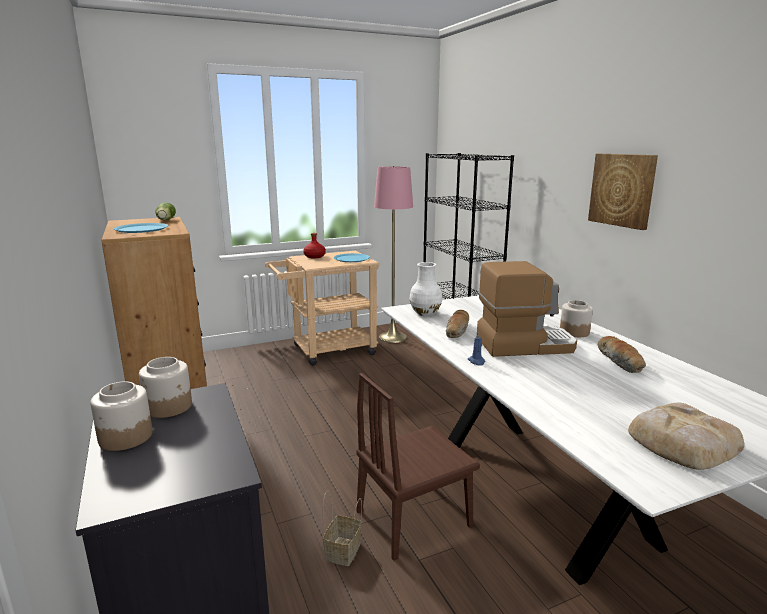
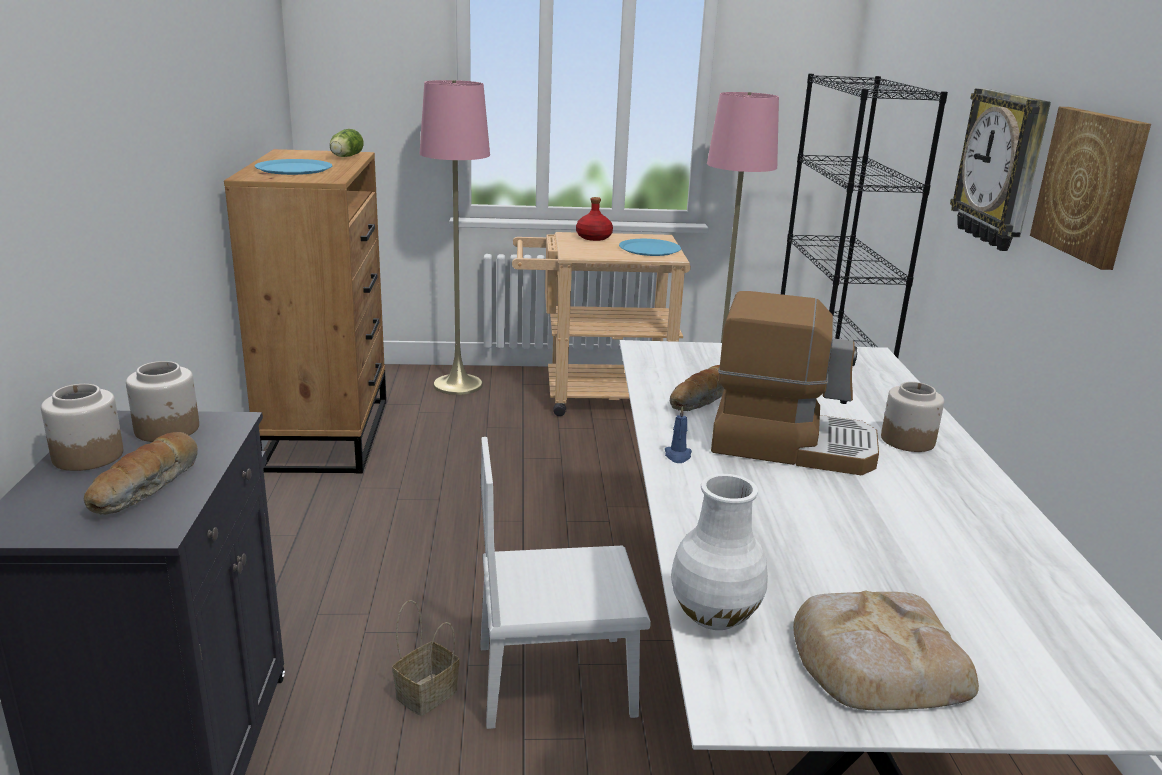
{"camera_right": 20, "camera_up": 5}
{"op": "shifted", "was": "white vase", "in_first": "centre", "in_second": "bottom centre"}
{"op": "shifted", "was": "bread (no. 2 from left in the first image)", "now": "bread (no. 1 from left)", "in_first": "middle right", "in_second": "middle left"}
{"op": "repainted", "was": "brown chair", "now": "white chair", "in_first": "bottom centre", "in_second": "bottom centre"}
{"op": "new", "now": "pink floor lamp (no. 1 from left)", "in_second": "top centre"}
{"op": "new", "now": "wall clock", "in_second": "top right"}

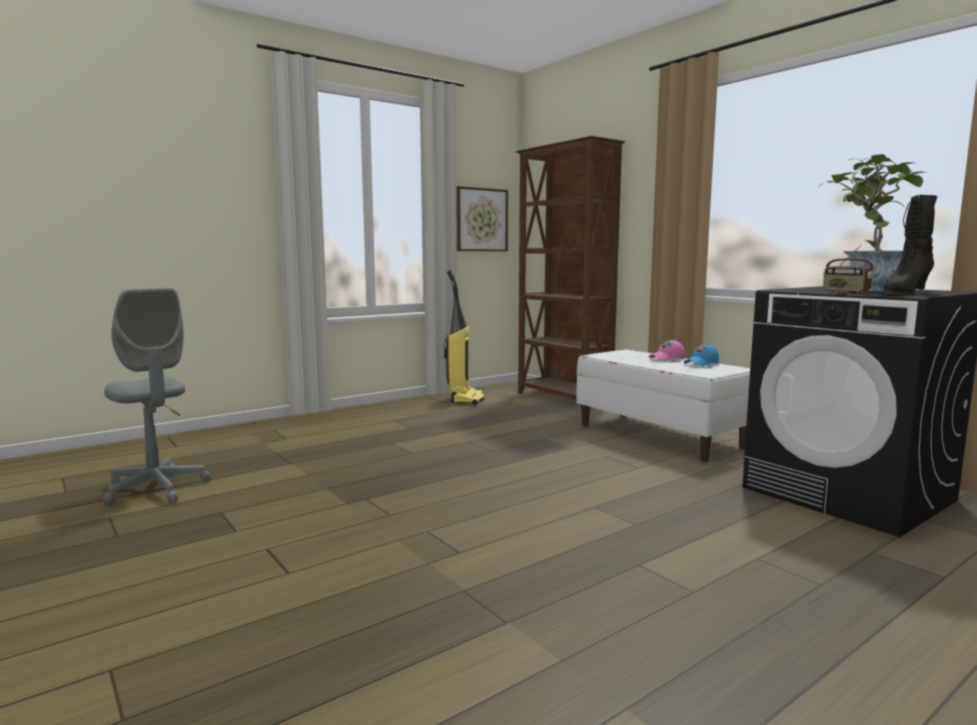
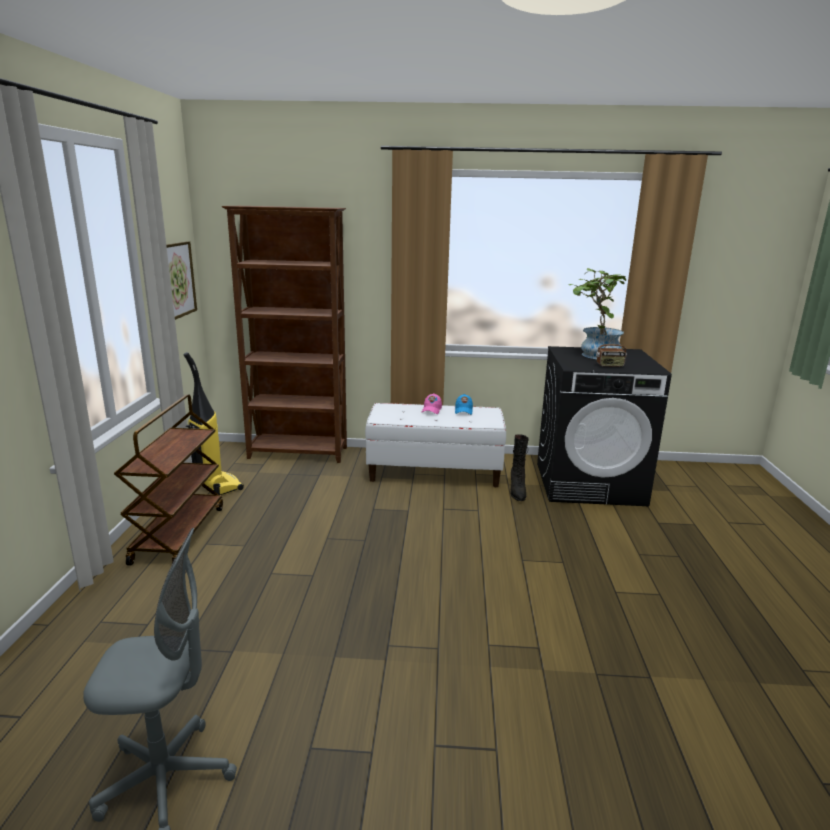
{"camera_right": -50, "camera_up": 10}
{"op": "shifted", "was": "black boot", "in_first": "middle right", "in_second": "centre"}
{"op": "new", "now": "brown cart", "in_second": "middle left"}

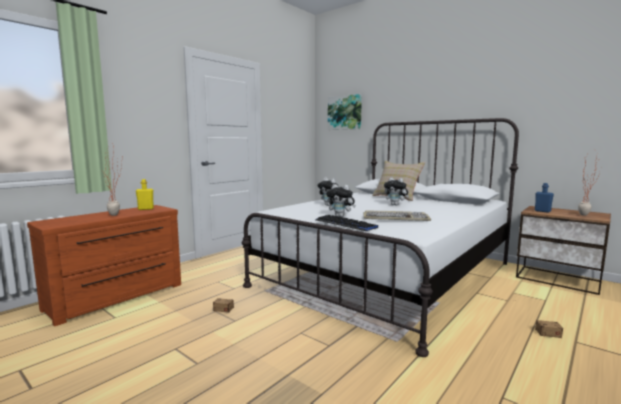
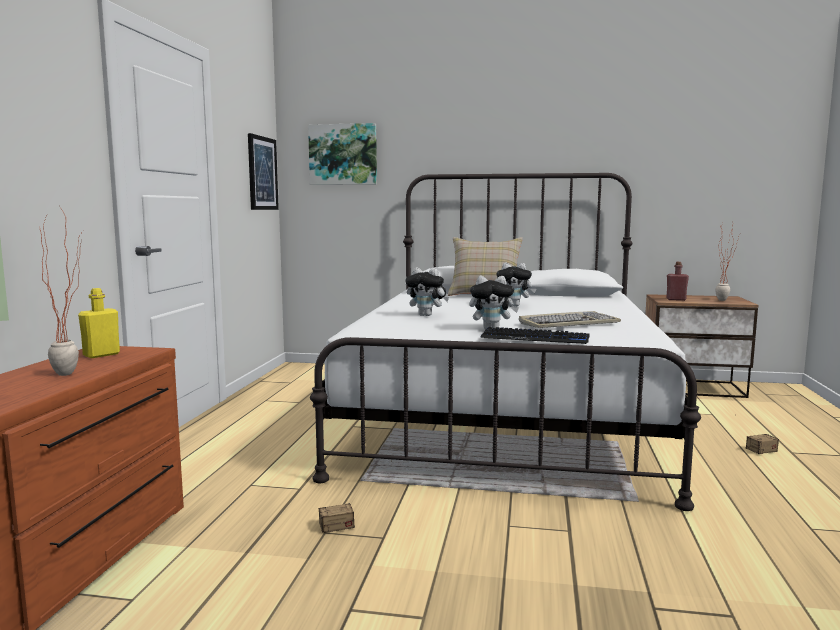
{"camera_right": -30, "camera_up": 0}
{"op": "repainted", "was": "blue bottle", "now": "red bottle", "in_first": "middle right", "in_second": "middle right"}
{"op": "new", "now": "picture (no. 1 from left)", "in_second": "top left"}

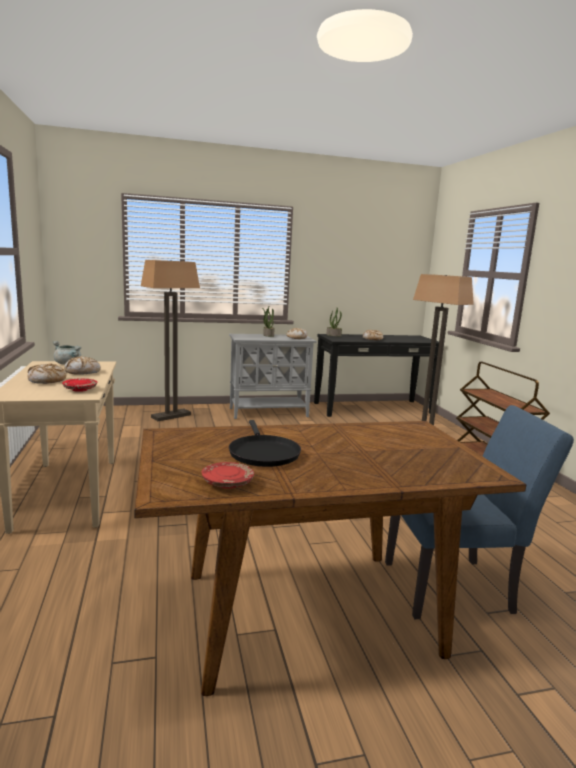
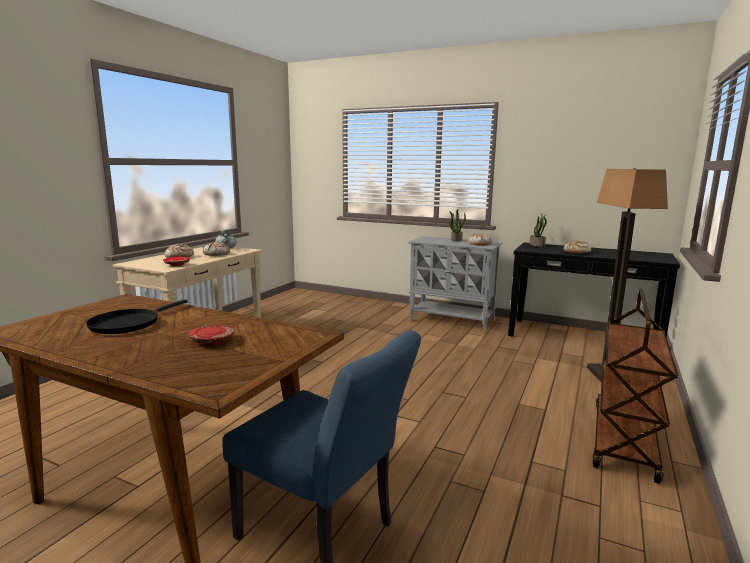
{"camera_right": 40, "camera_up": 0}
{"op": "gone", "was": "floor lamp (no. 1 from left)", "in_first": "middle left"}
{"op": "shifted", "was": "red plate (no. 2 from left)", "in_first": "centre", "in_second": "middle left"}

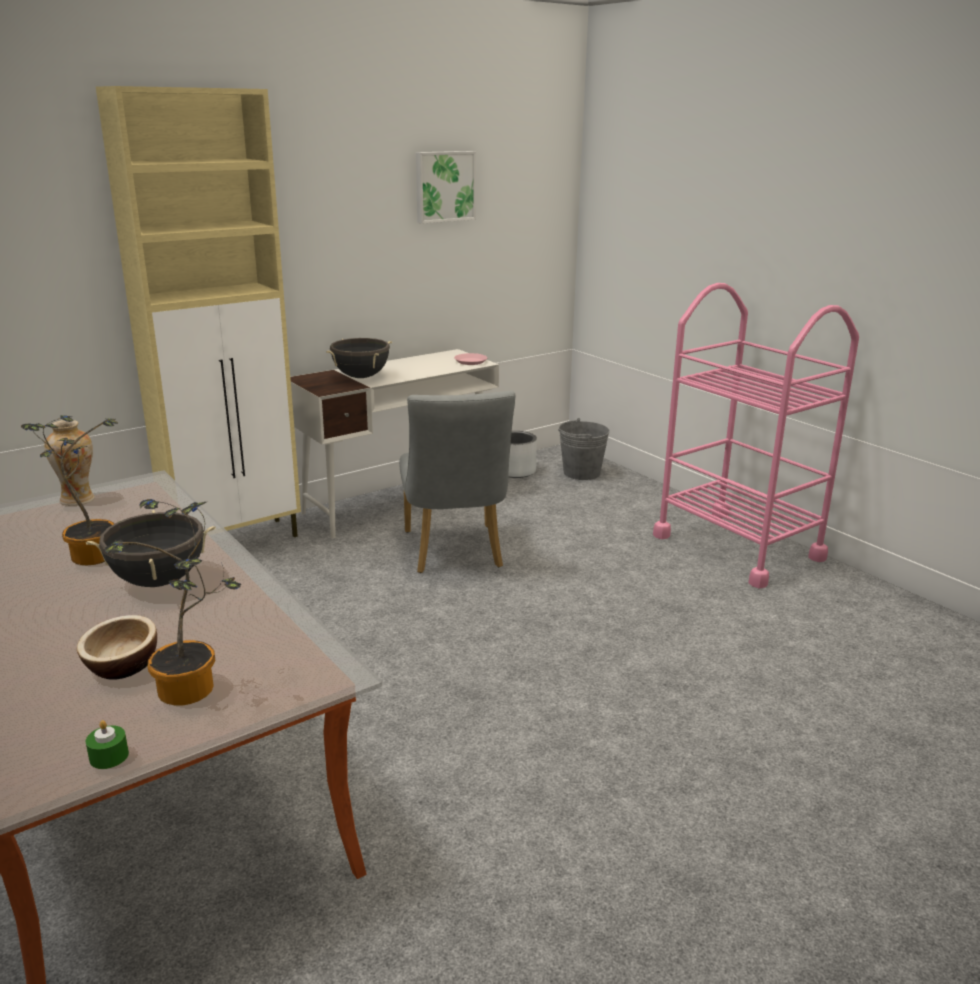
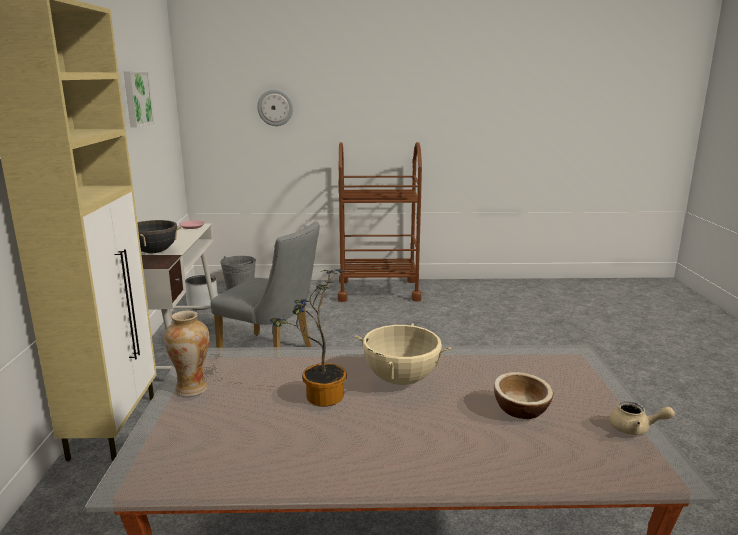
{"camera_right": -55, "camera_up": -5}
{"op": "repainted", "was": "pink cart", "now": "brown cart", "in_first": "middle right", "in_second": "centre"}
{"op": "gone", "was": "potted plant (no. 2 from left)", "in_first": "middle left"}
{"op": "repainted", "was": "black cooking pot (no. 1 from left)", "now": "beige cooking pot", "in_first": "middle left", "in_second": "centre"}
{"op": "swapped", "was": "green candle", "now": "beige teapot", "in_first": "bottom left", "in_second": "bottom right"}
{"op": "new", "now": "wall clock", "in_second": "top centre"}

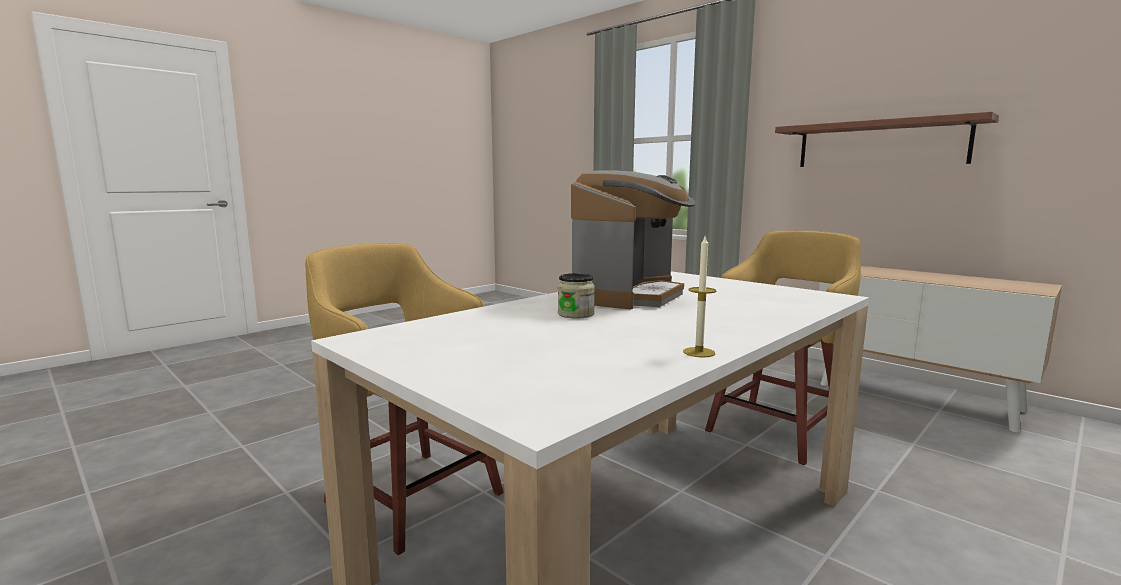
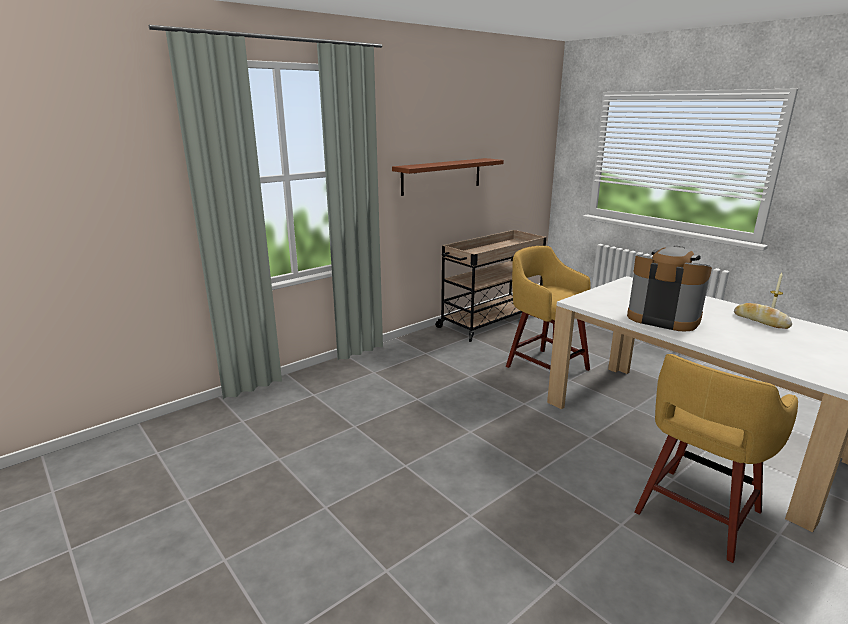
{"camera_right": -85, "camera_up": 10}
{"op": "swapped", "was": "cabinet", "now": "beige cart", "in_first": "middle right", "in_second": "centre"}
{"op": "gone", "was": "jar", "in_first": "centre"}
{"op": "new", "now": "bread", "in_second": "middle right"}

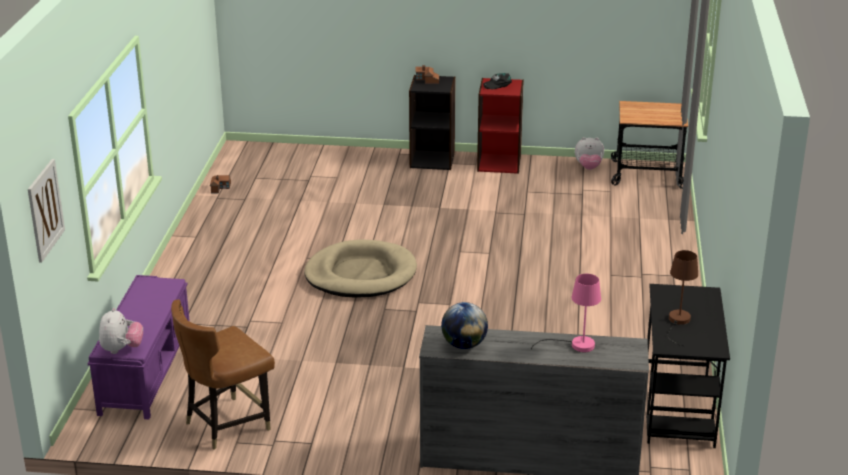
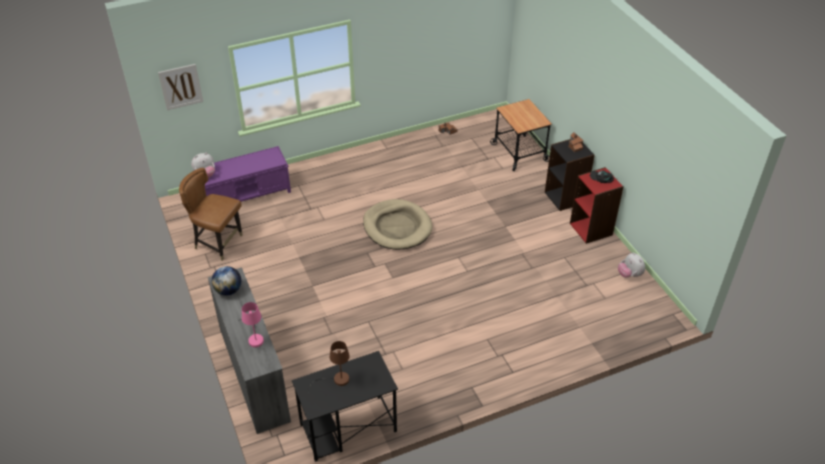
{"camera_right": 60, "camera_up": 15}
{"op": "shifted", "was": "cart", "in_first": "top right", "in_second": "top centre"}

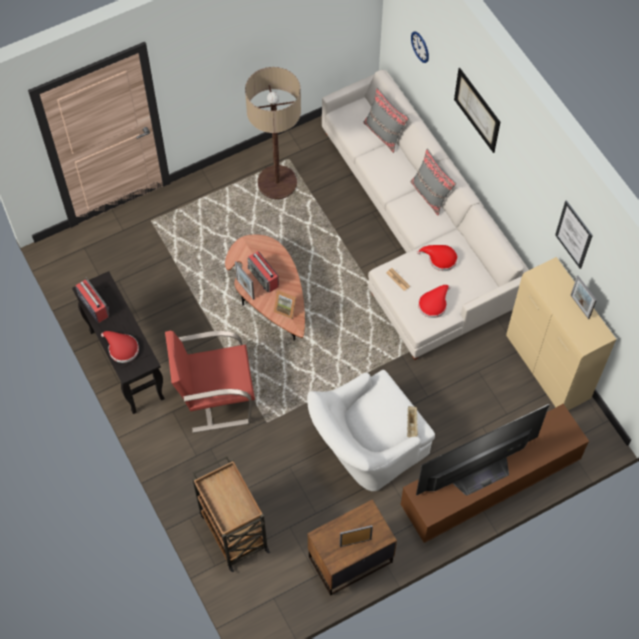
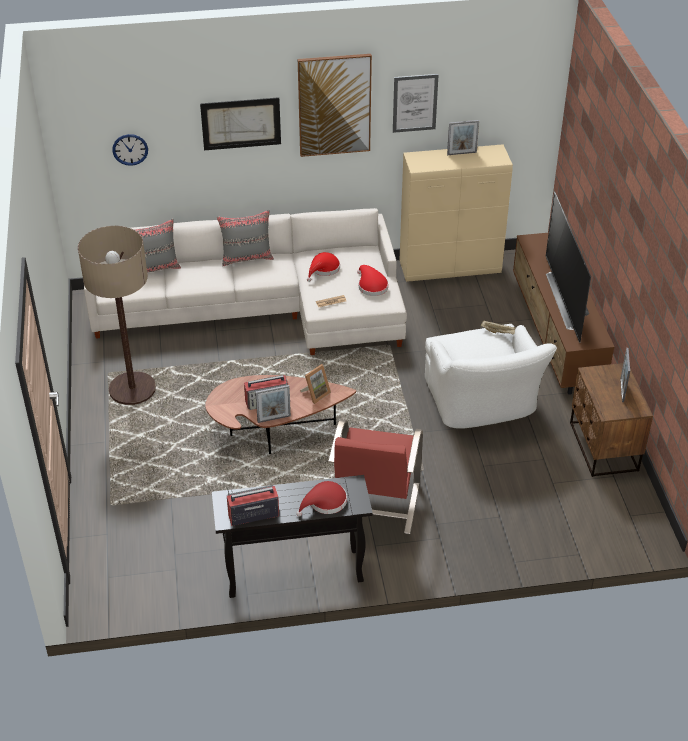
{"camera_right": -70, "camera_up": -20}
{"op": "gone", "was": "brown cart", "in_first": "bottom centre"}
{"op": "new", "now": "picture (no. 2 from left)", "in_second": "top centre"}

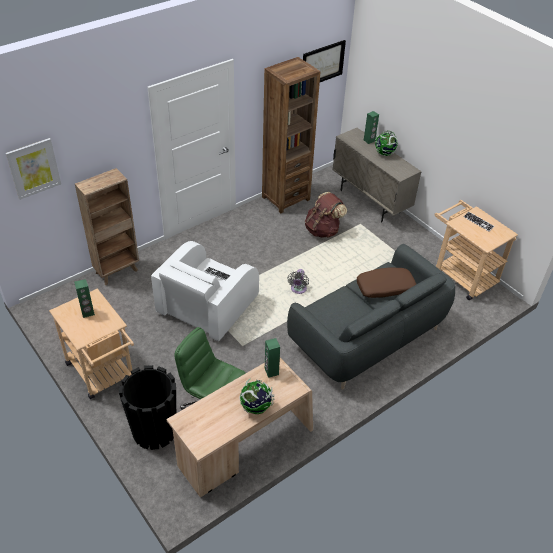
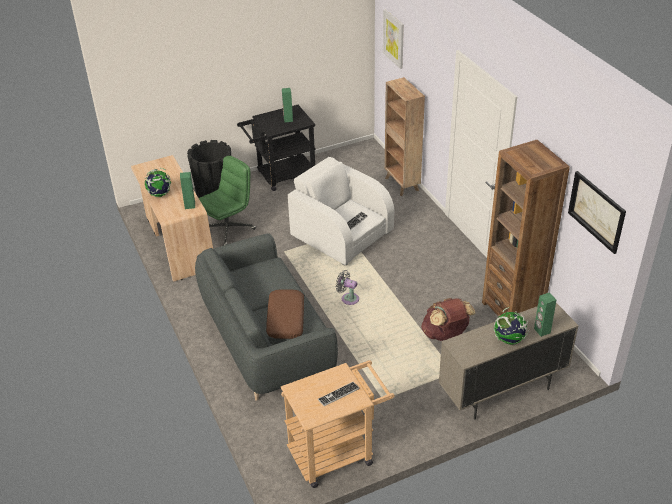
{"camera_right": 105, "camera_up": -5}
{"op": "repainted", "was": "beige cart (no. 1 from left)", "now": "black cart", "in_first": "middle left", "in_second": "top centre"}

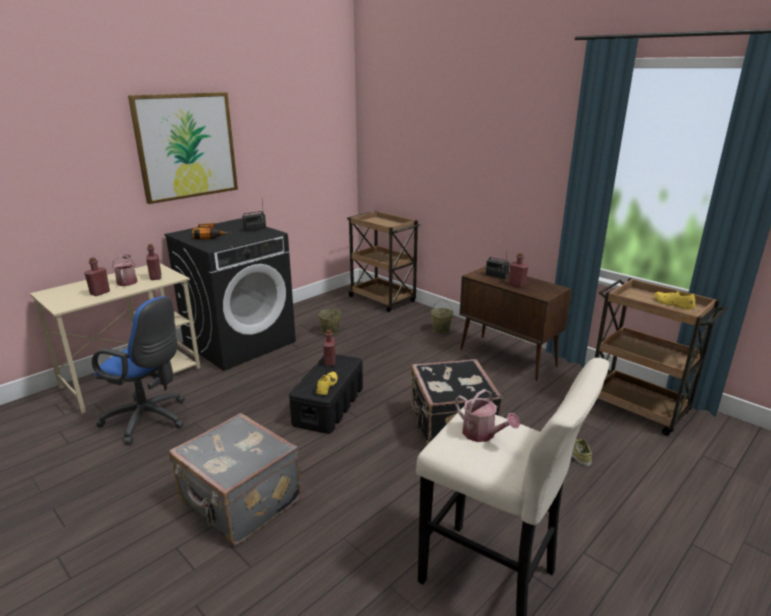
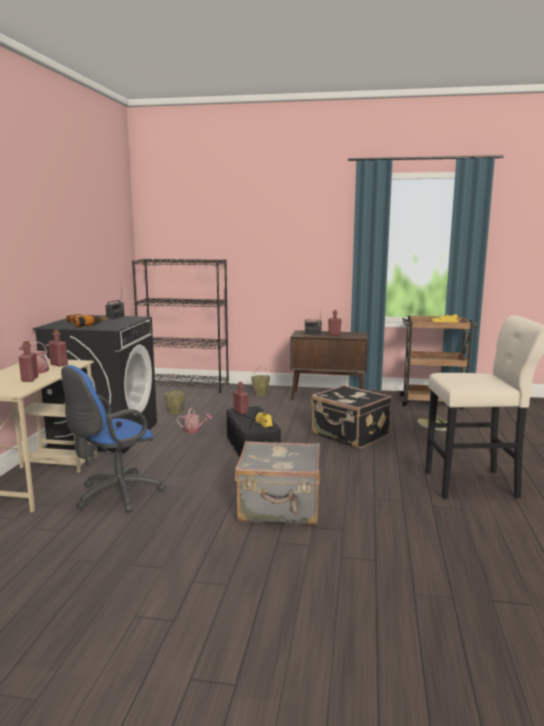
{"camera_right": -35, "camera_up": -10}
{"op": "gone", "was": "picture", "in_first": "top left"}
{"op": "swapped", "was": "brown cart (no. 1 from left)", "now": "black bookcase", "in_first": "centre", "in_second": "middle left"}
{"op": "rotated", "was": "blue office chair", "in_first": "middle left", "in_second": "middle left", "clockwise": 150}
{"op": "shifted", "was": "watering can (no. 2 from left)", "in_first": "bottom centre", "in_second": "centre"}

